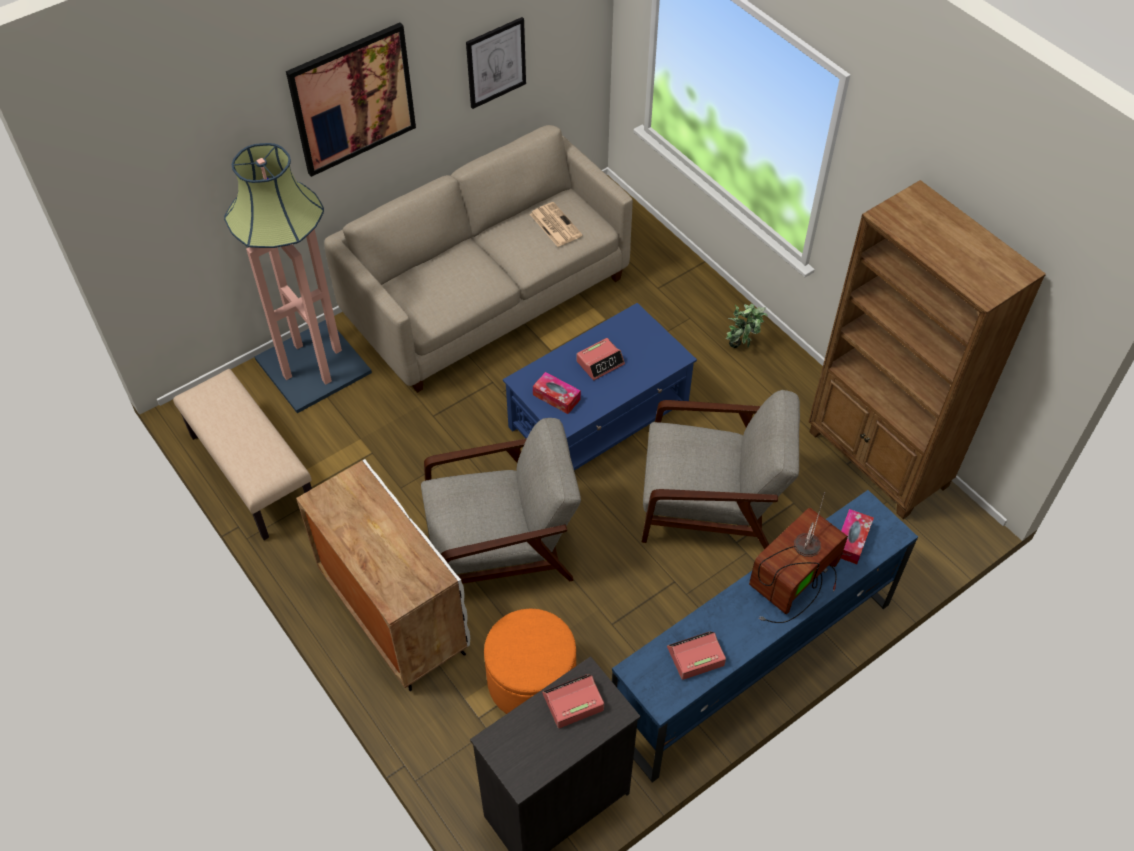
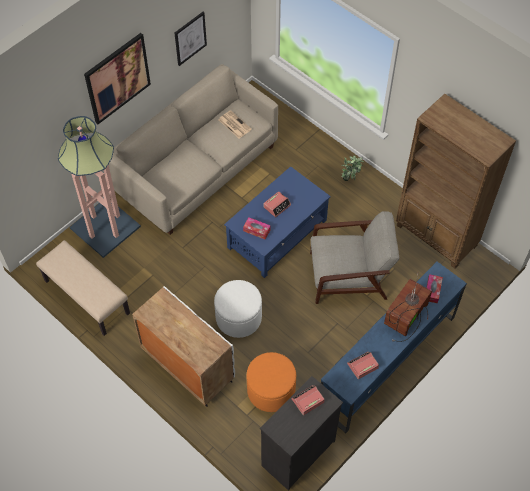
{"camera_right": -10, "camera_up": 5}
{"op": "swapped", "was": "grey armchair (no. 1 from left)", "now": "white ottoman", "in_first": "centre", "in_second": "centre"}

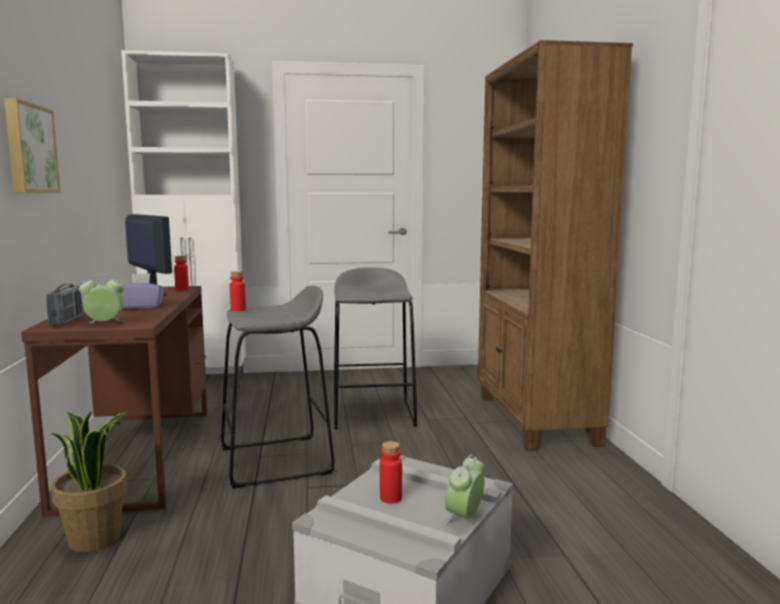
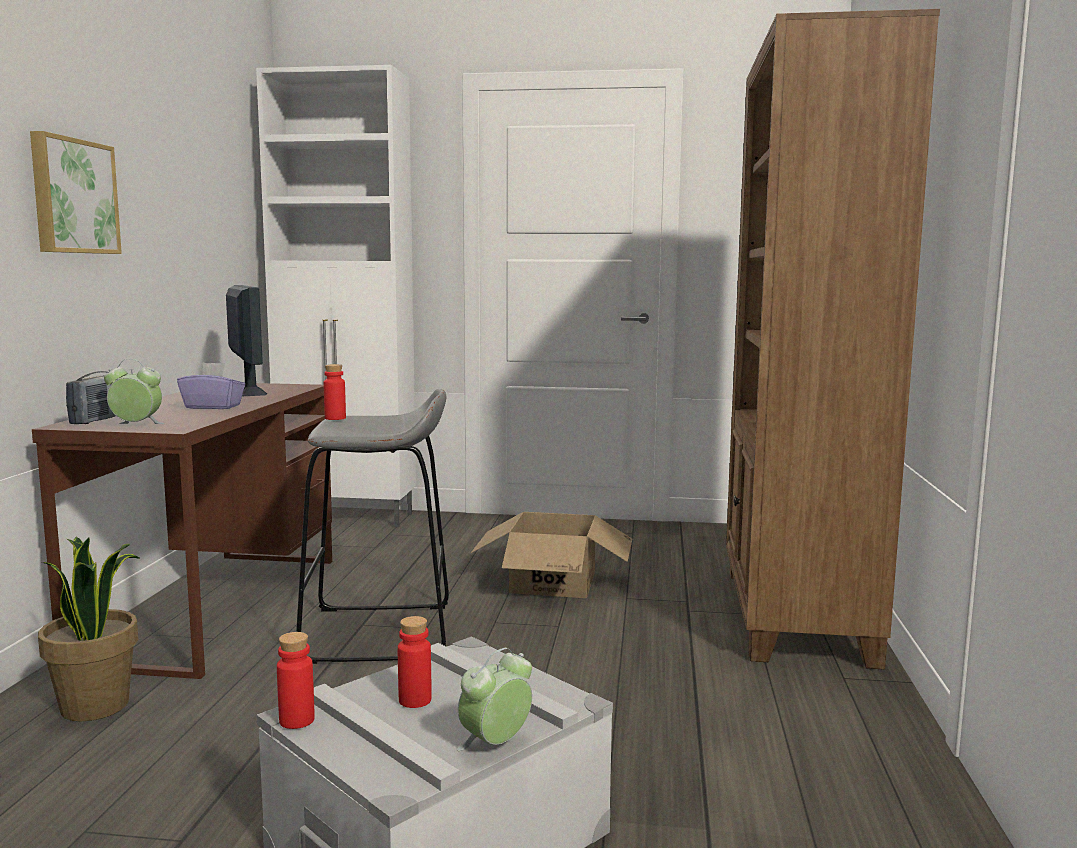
{"camera_right": 15, "camera_up": 0}
{"op": "shifted", "was": "red bottle (no. 1 from left)", "in_first": "middle left", "in_second": "bottom left"}
{"op": "swapped", "was": "grey stool (no. 2 from left)", "now": "cardboard box", "in_first": "centre", "in_second": "centre"}

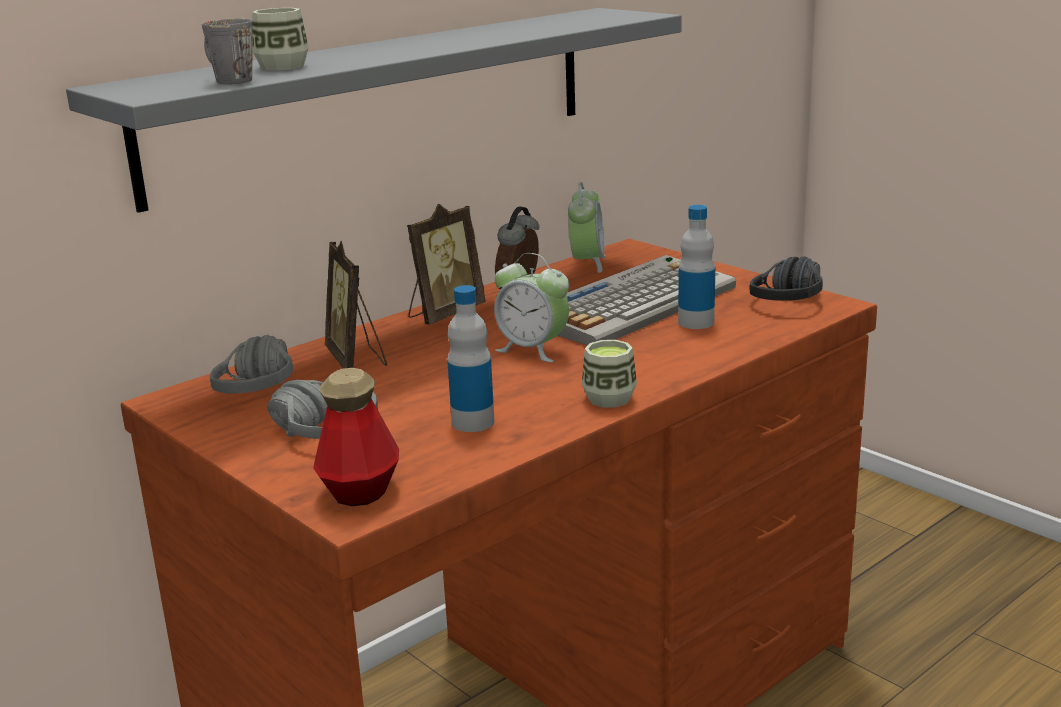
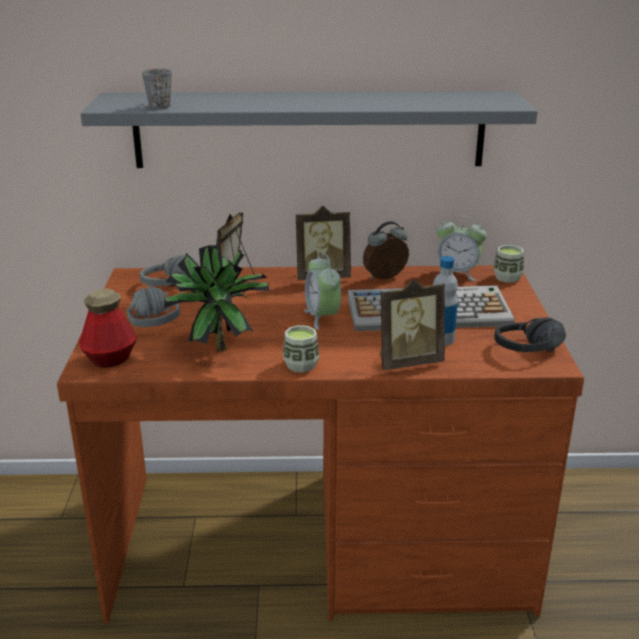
{"camera_right": 40, "camera_up": 5}
{"op": "shifted", "was": "cup (no. 1 from left in the first image)", "now": "cup (no. 2 from left)", "in_first": "top left", "in_second": "middle right"}
{"op": "rotated", "was": "alarm clock (no. 3 from left)", "in_first": "top centre", "in_second": "middle right", "clockwise": 60}
{"op": "swapped", "was": "bottle (no. 2 from left)", "now": "potted plant", "in_first": "centre", "in_second": "centre"}
{"op": "new", "now": "picture frame (no. 3 from left)", "in_second": "centre"}

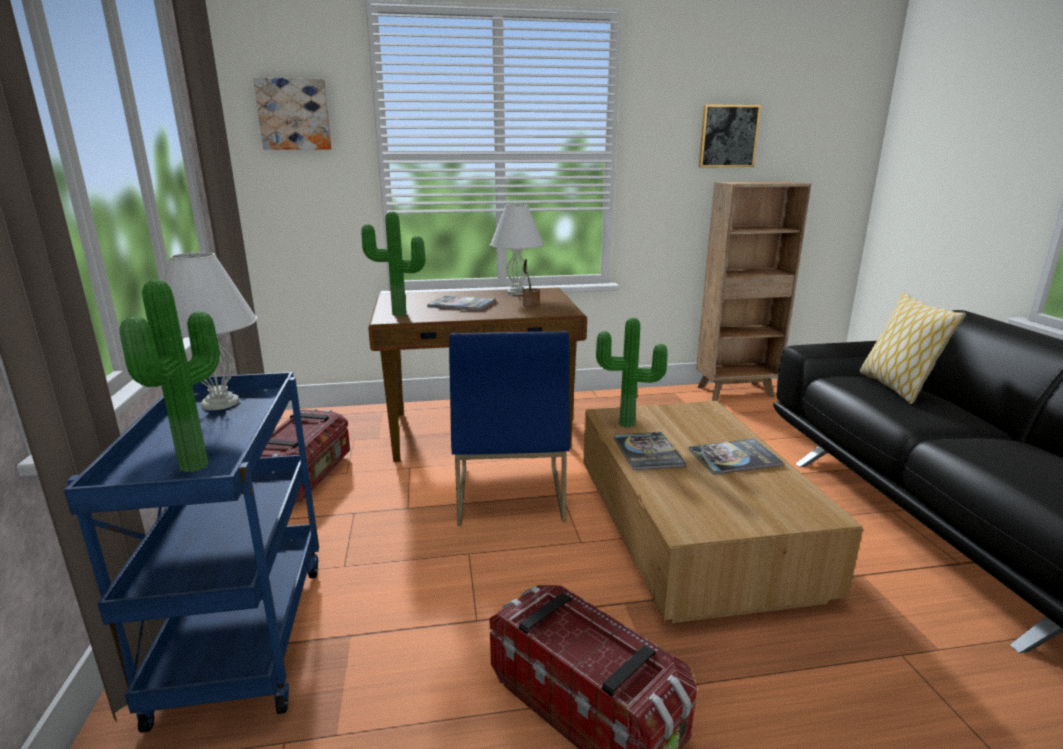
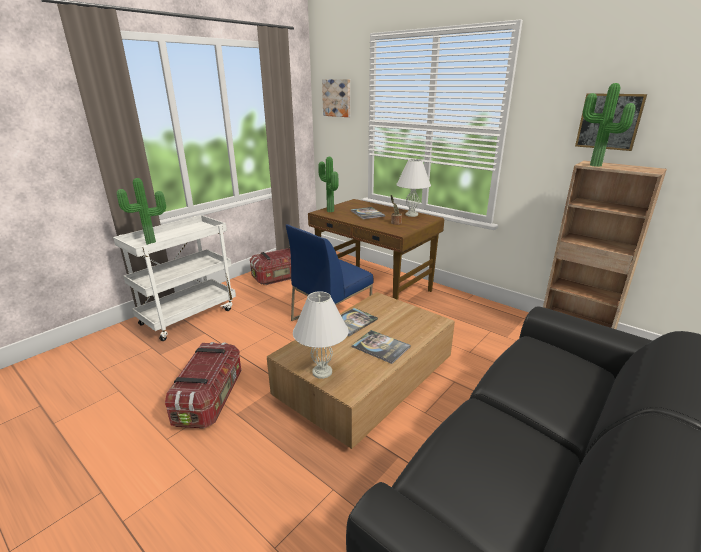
{"camera_right": 50, "camera_up": 5}
{"op": "shifted", "was": "white table lamp (no. 1 from left)", "in_first": "middle left", "in_second": "centre"}
{"op": "gone", "was": "pillow", "in_first": "middle right"}
{"op": "shifted", "was": "potted plant (no. 4 from left)", "in_first": "centre", "in_second": "top right"}
{"op": "repainted", "was": "blue cart", "now": "white cart", "in_first": "bottom left", "in_second": "middle left"}

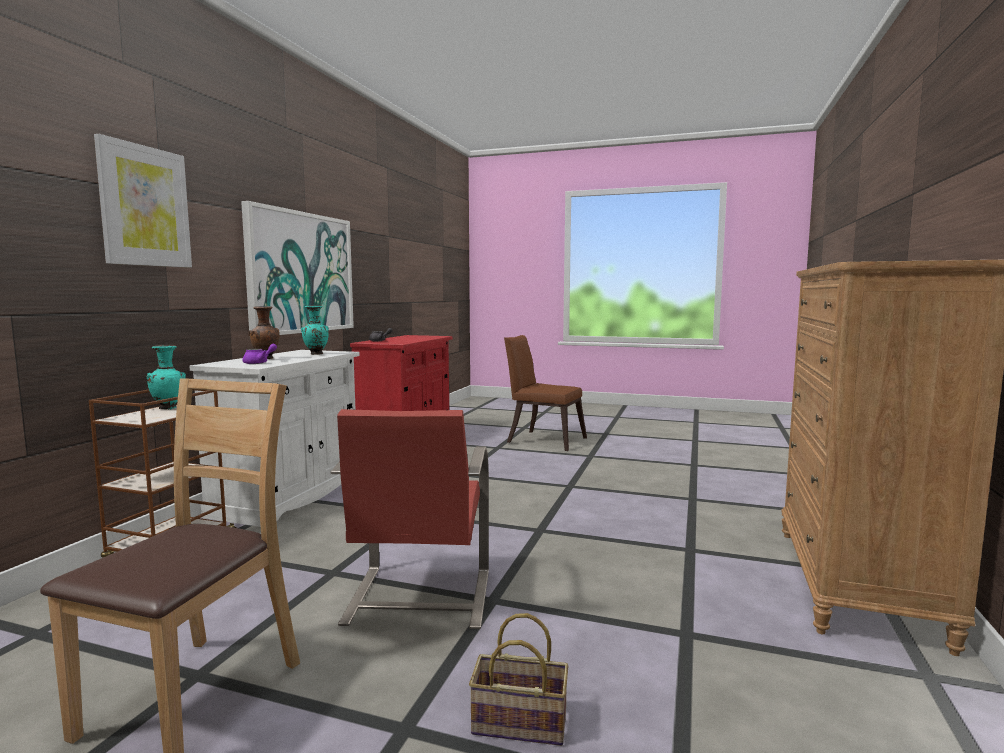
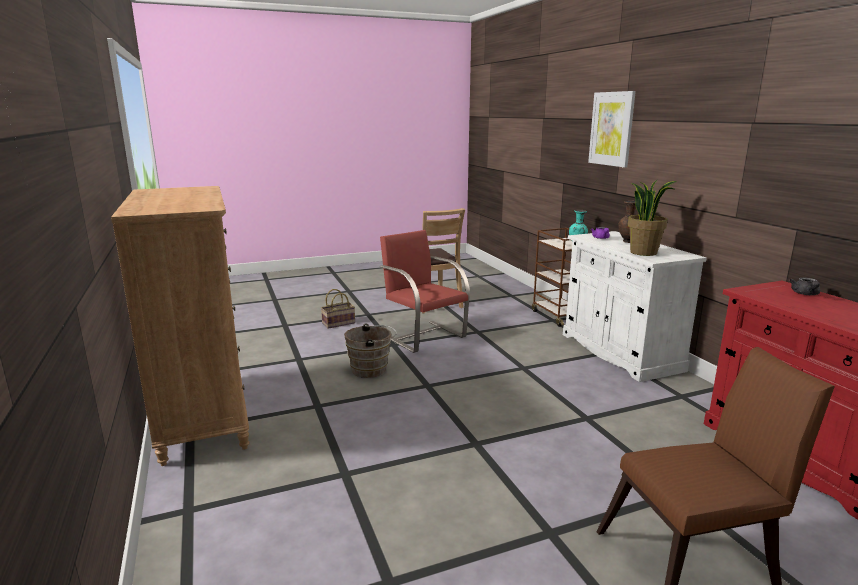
{"camera_right": 140, "camera_up": 10}
{"op": "gone", "was": "picture (no. 2 from left)", "in_first": "middle left"}
{"op": "swapped", "was": "turquoise vase (no. 2 from left)", "now": "potted plant", "in_first": "middle left", "in_second": "middle right"}
{"op": "new", "now": "brown bucket", "in_second": "centre"}

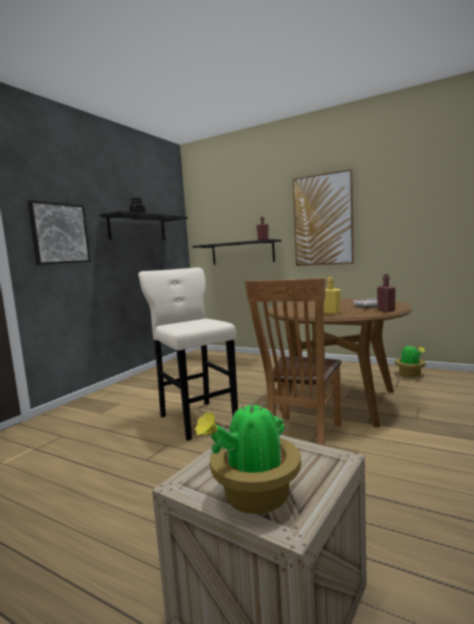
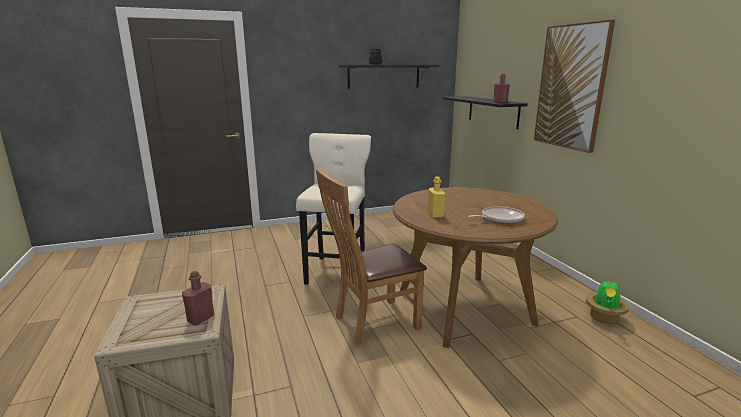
{"camera_right": 40, "camera_up": 10}
{"op": "gone", "was": "picture (no. 1 from left)", "in_first": "middle left"}
{"op": "shifted", "was": "red bottle (no. 2 from left in the first image)", "now": "red bottle (no. 1 from left)", "in_first": "middle right", "in_second": "bottom left"}
{"op": "gone", "was": "potted plant (no. 1 from left)", "in_first": "bottom centre"}

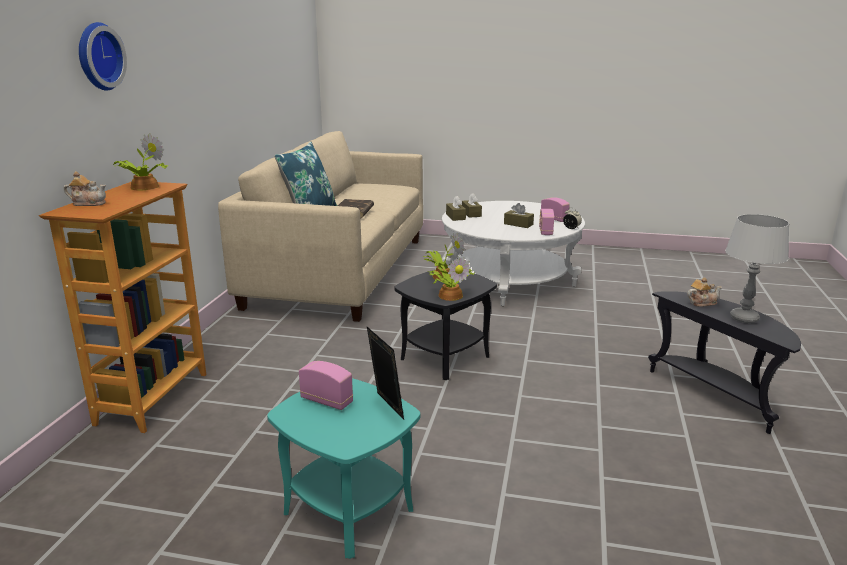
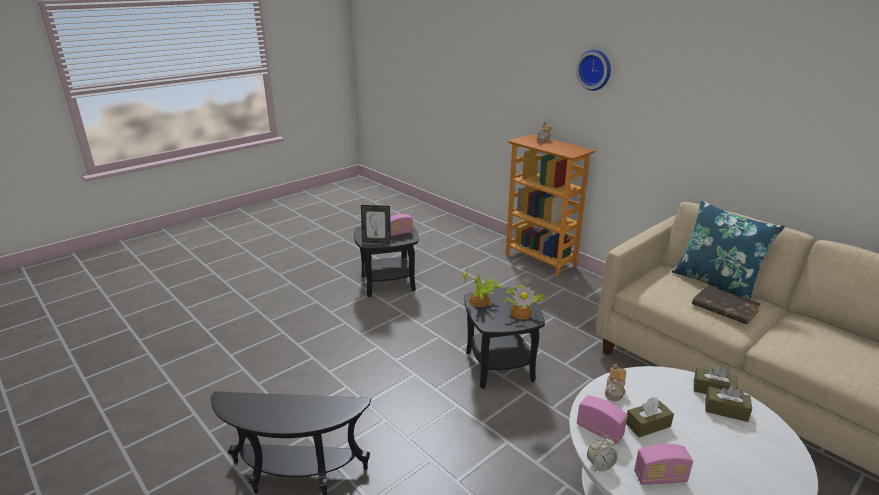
{"camera_right": 125, "camera_up": 5}
{"op": "gone", "was": "potted plant (no. 1 from left)", "in_first": "top left"}
{"op": "gone", "was": "grey table lamp", "in_first": "middle right"}
{"op": "shifted", "was": "teapot (no. 2 from left)", "in_first": "middle right", "in_second": "bottom right"}
{"op": "repainted", "was": "turquoise side table", "now": "black side table (no. 2 from left)", "in_first": "bottom centre", "in_second": "centre"}

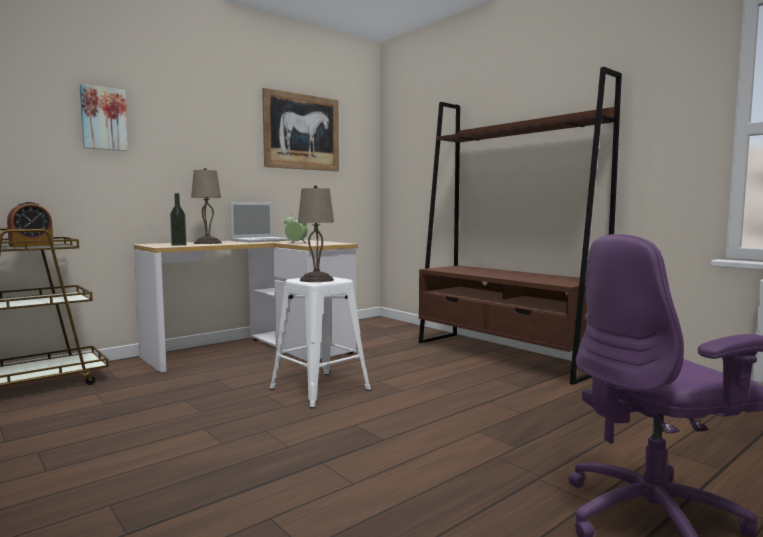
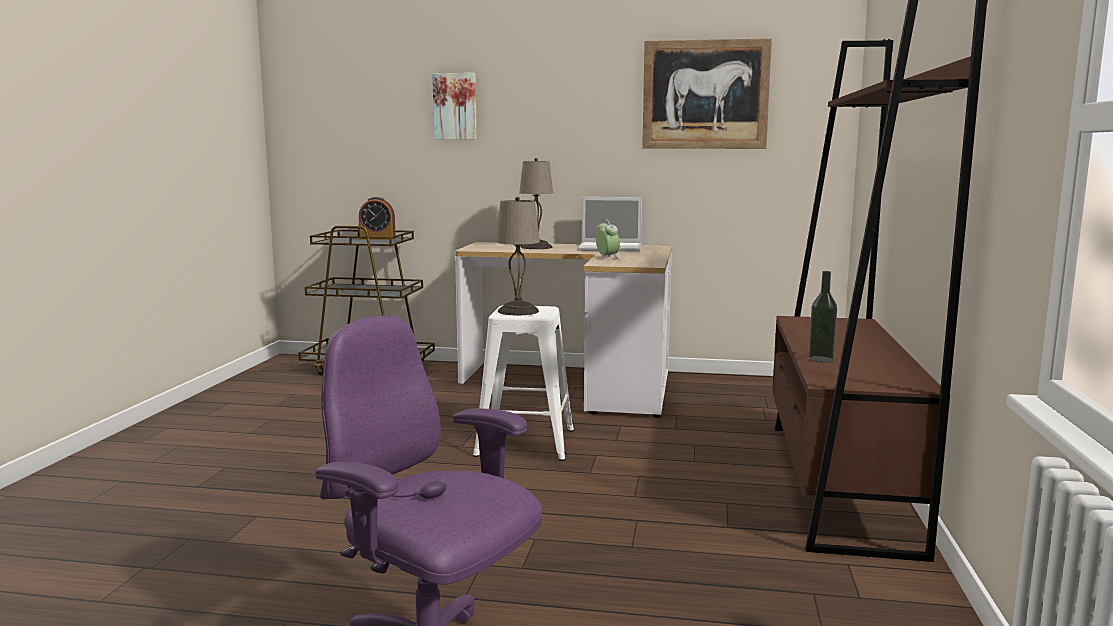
{"camera_right": 50, "camera_up": 5}
{"op": "shifted", "was": "bottle", "in_first": "middle left", "in_second": "middle right"}

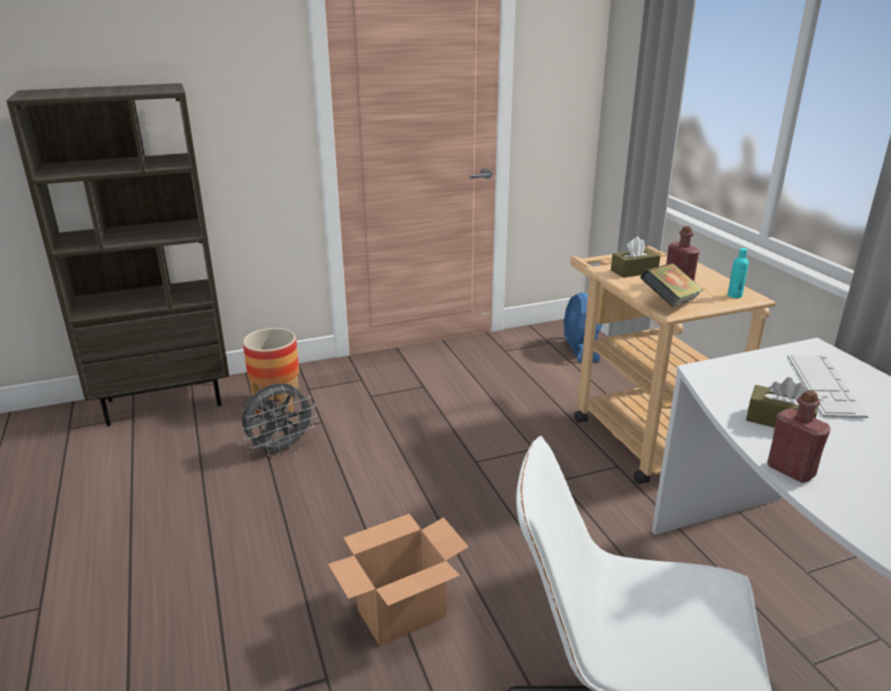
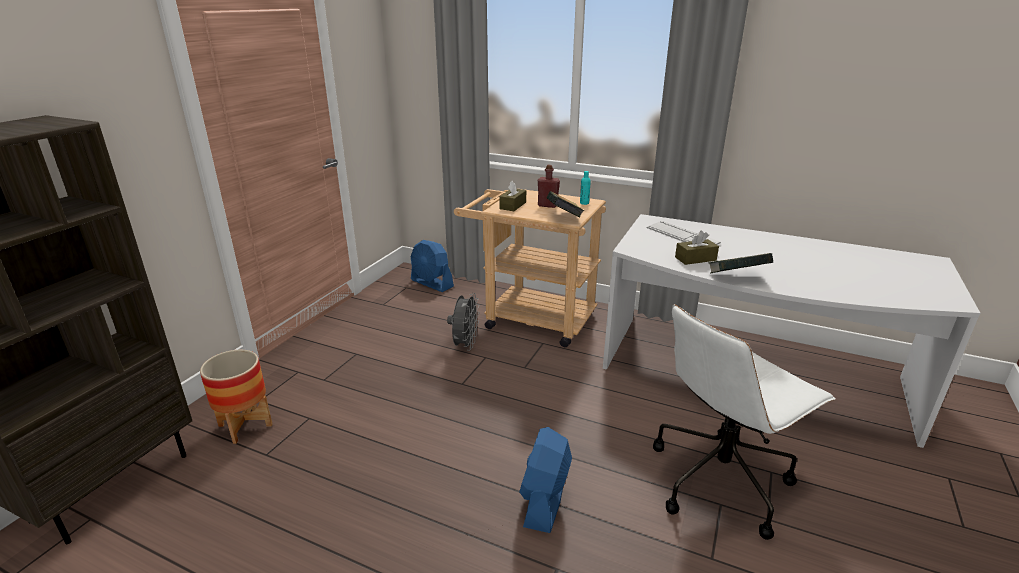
{"camera_right": -45, "camera_up": 0}
{"op": "shifted", "was": "grey fan", "in_first": "middle left", "in_second": "centre"}
{"op": "swapped", "was": "red bottle (no. 2 from left)", "now": "book (no. 2 from left)", "in_first": "middle right", "in_second": "middle right"}
{"op": "swapped", "was": "cardboard box", "now": "blue fan (no. 2 from left)", "in_first": "bottom centre", "in_second": "bottom centre"}

